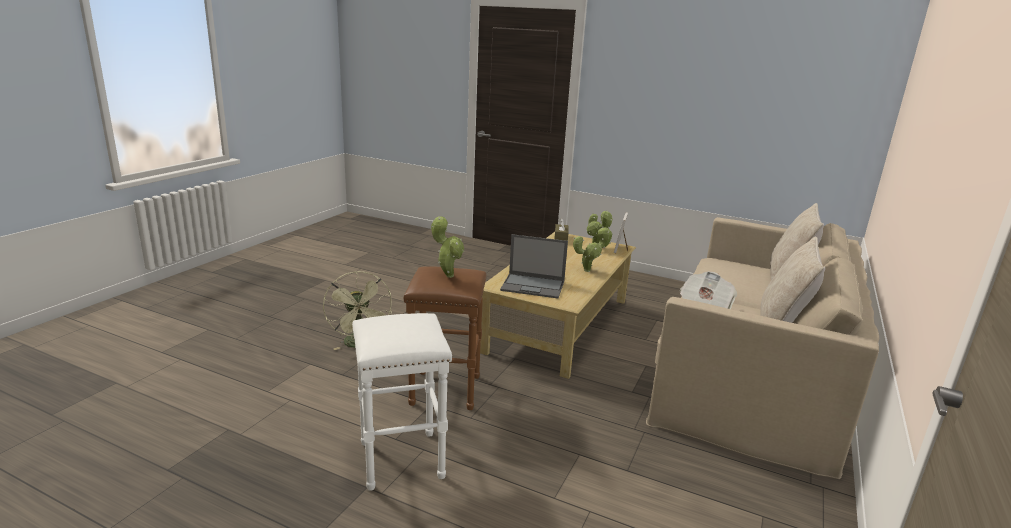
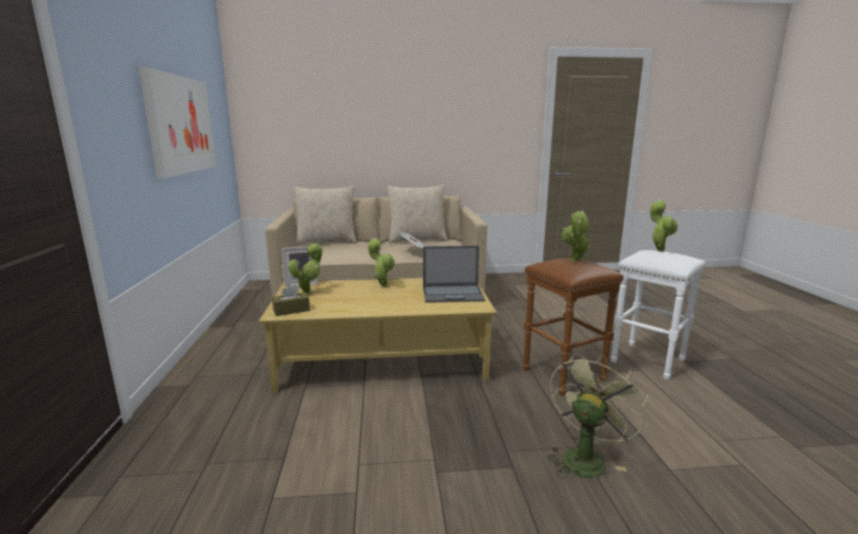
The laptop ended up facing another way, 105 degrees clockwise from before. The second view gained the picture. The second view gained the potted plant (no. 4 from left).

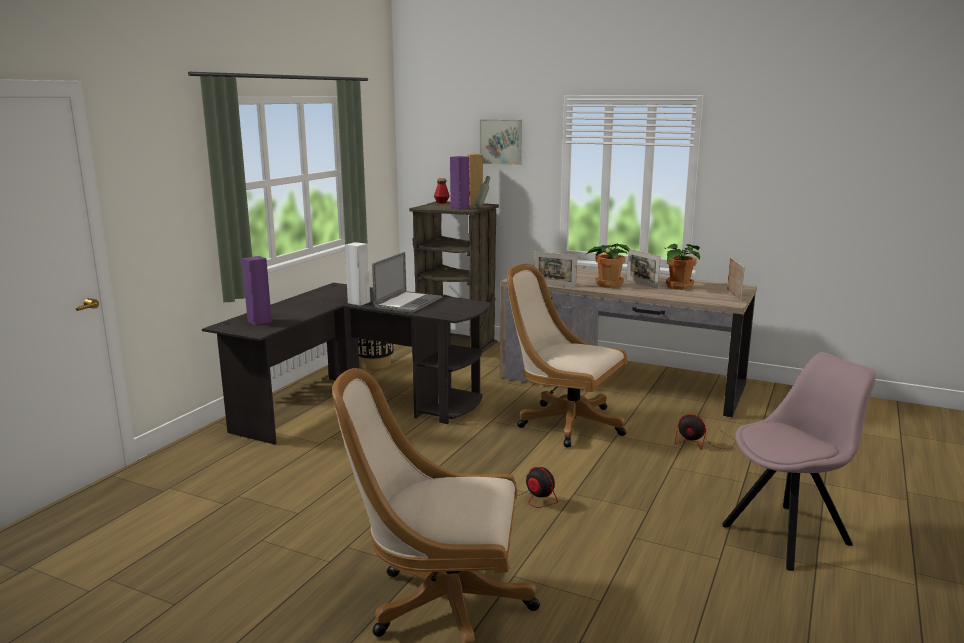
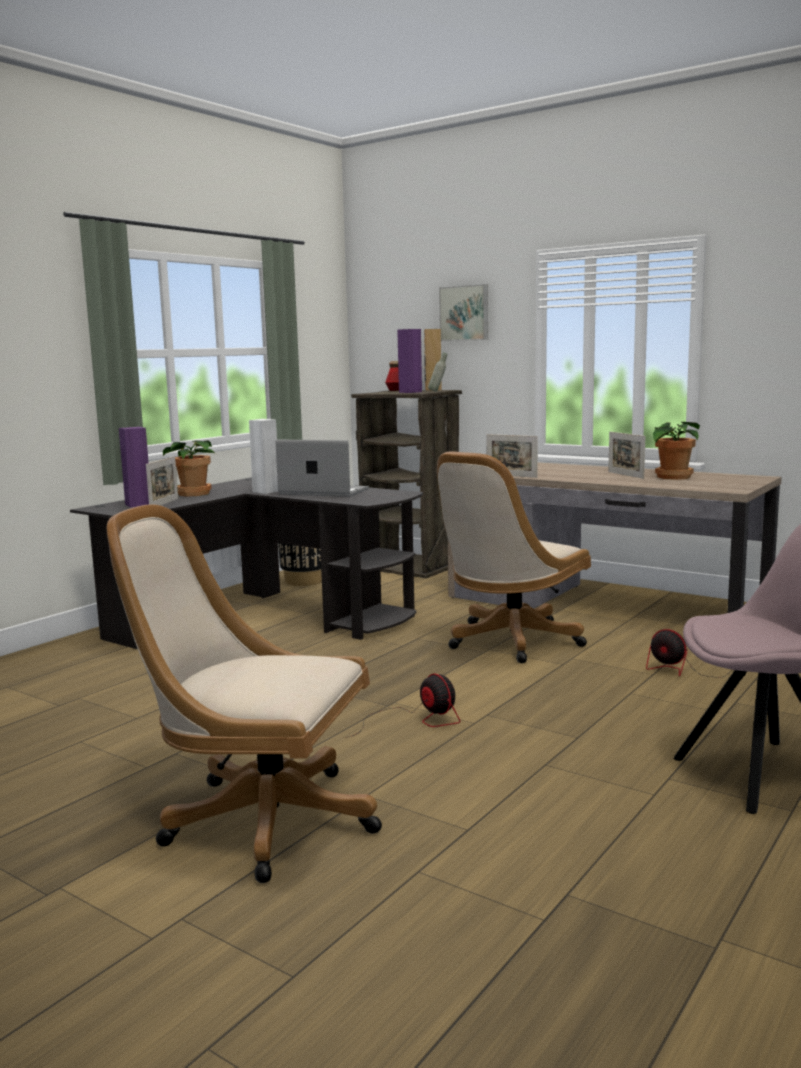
The laptop ended up facing another way, 105 degrees counterclockwise from before. The office chair (no. 2 from left) ended up facing another way, 90 degrees counterclockwise from before. The potted plant (no. 1 from left) ended up elsewhere. The picture frame (no. 3 from left in the first image) ended up elsewhere.

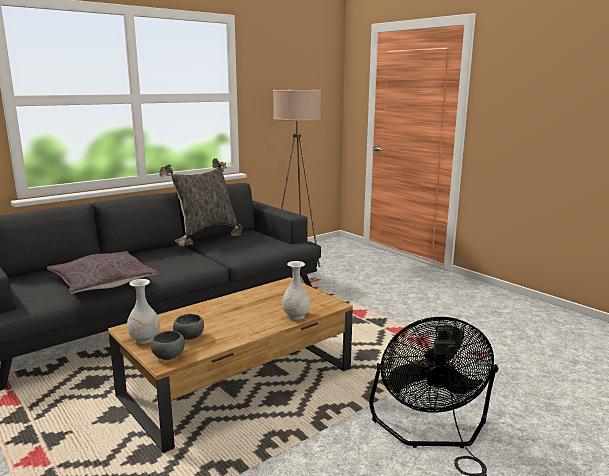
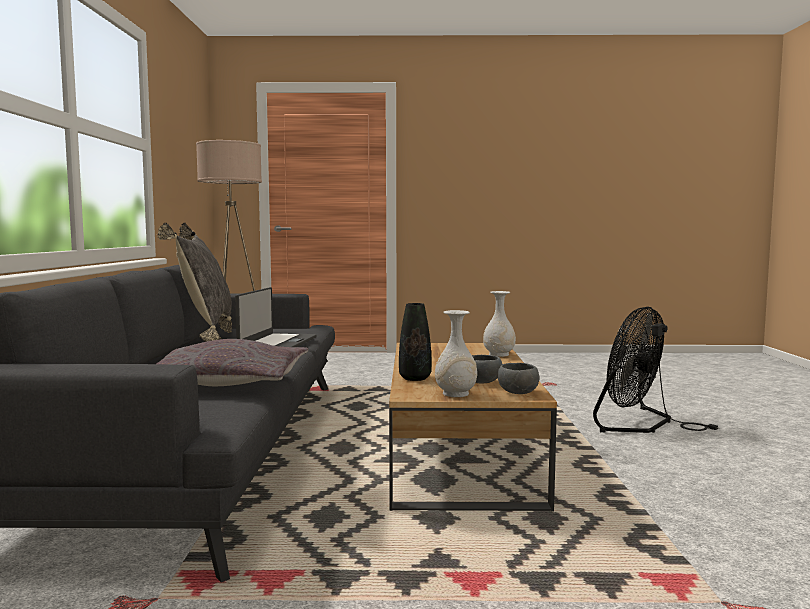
The second view gained the laptop. The second view gained the vase/black.

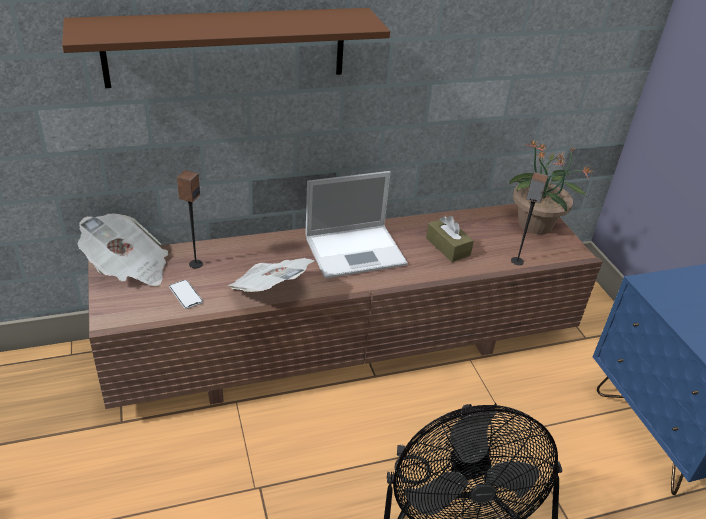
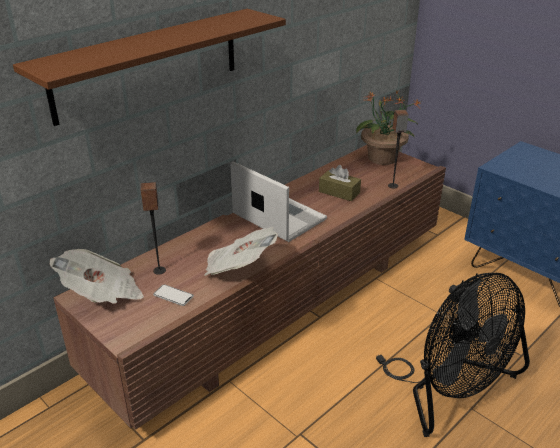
The laptop ended up facing another way, 90 degrees counterclockwise from before.

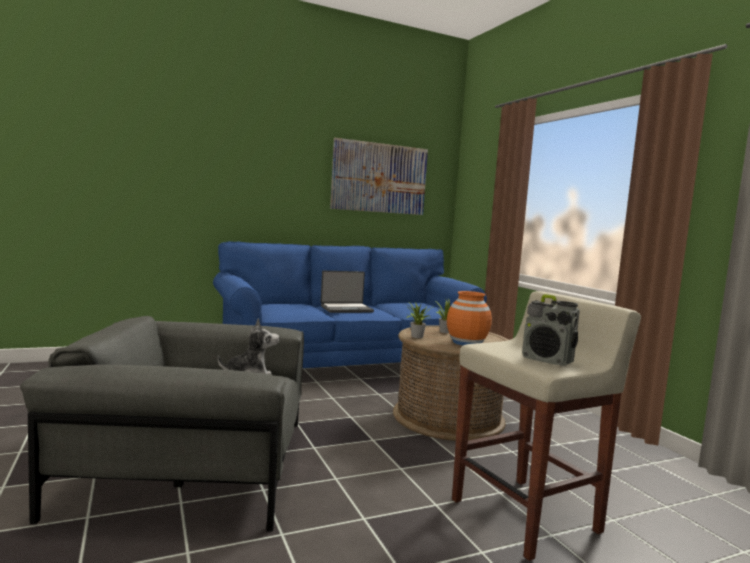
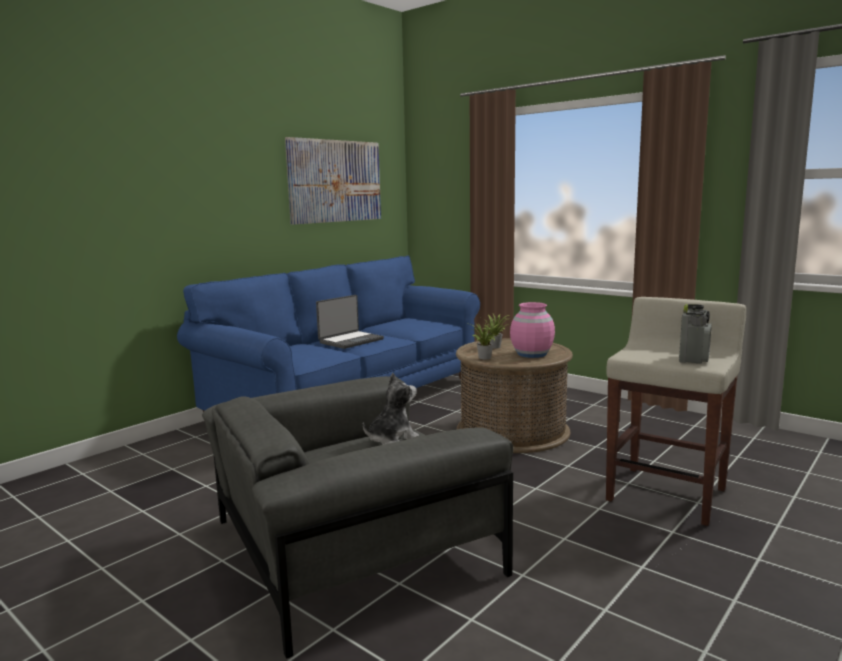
What was the vase/orange turned into the vase/pink. The radio ended up facing another way, 75 degrees counterclockwise from before.

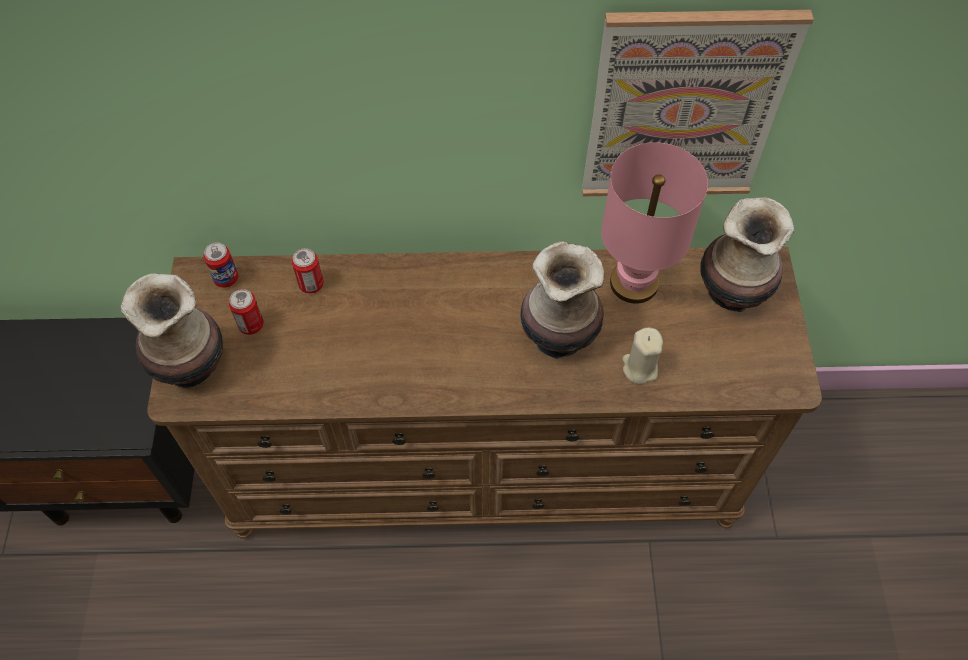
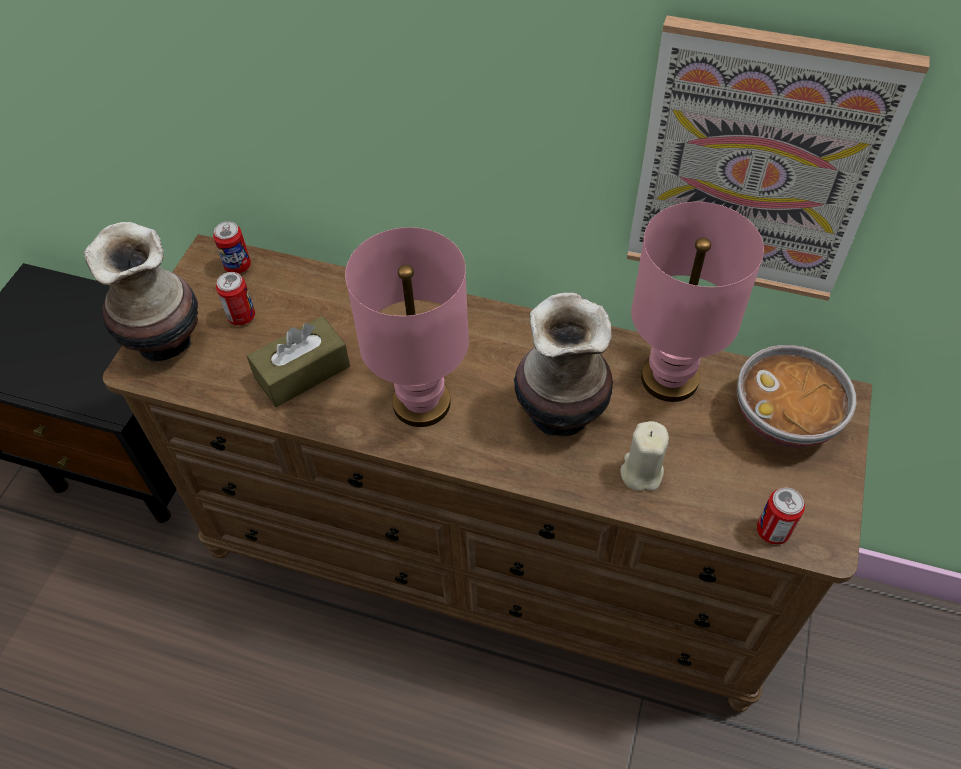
The can (no. 3 from left) ended up elsewhere. Where the vase (no. 3 from left) stood, the bowl came to stand. The second view gained the tissue box/brown. The second view gained the table lamp/pink (no. 1 from left).

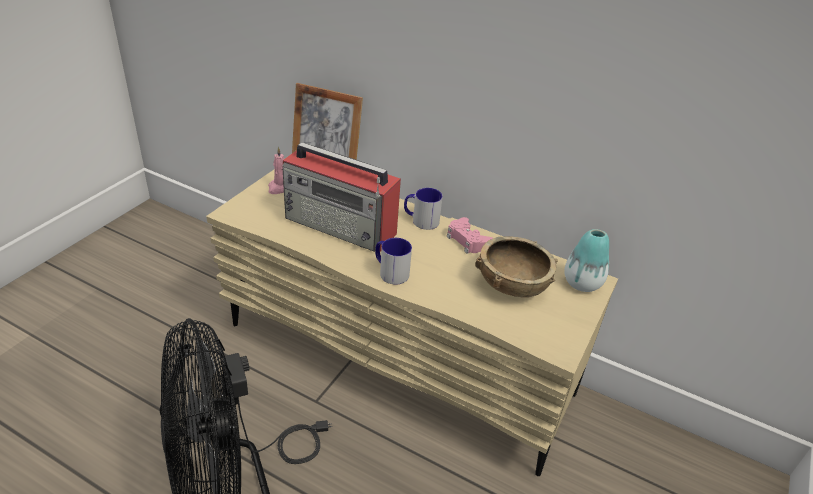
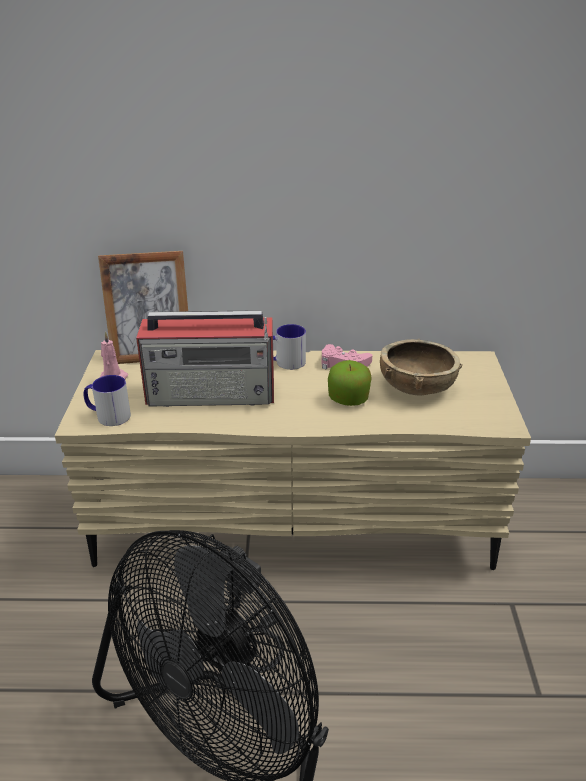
The mug (no. 1 from left) ended up elsewhere. The second view lost the vase. The second view gained the apple.

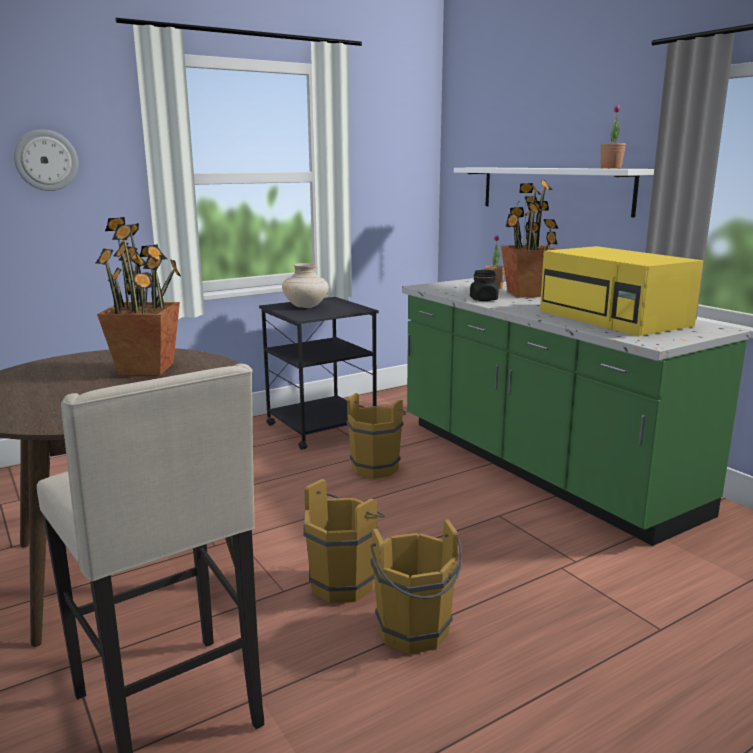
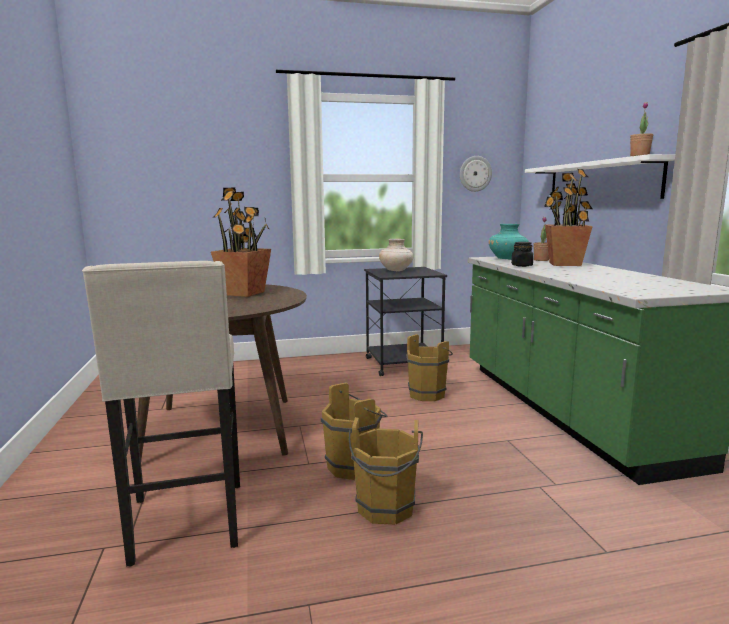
The wall clock ended up elsewhere. The second view lost the microwave/yellow. The second view gained the vase/turquoise.

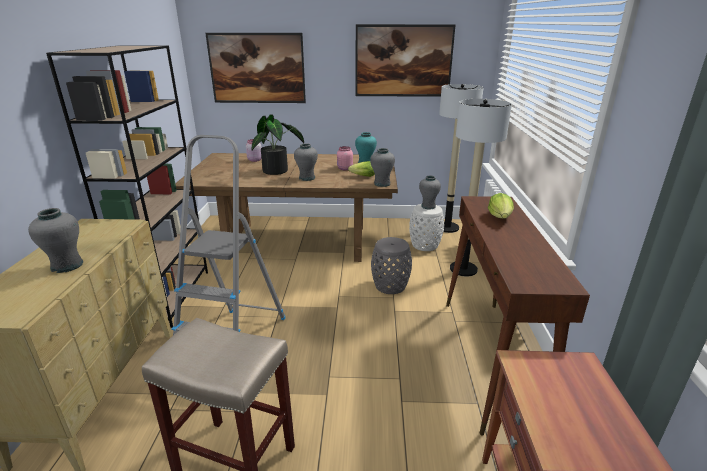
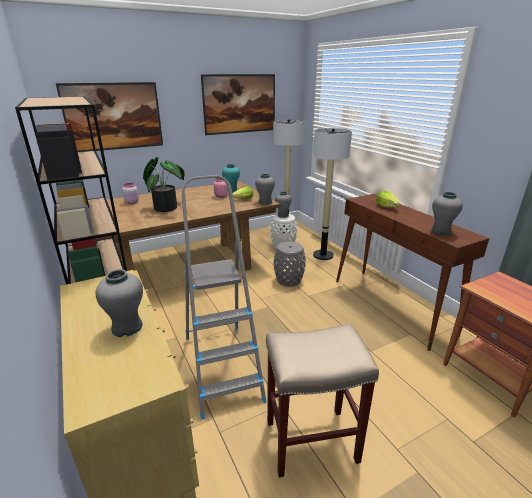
The vase/grey (no. 2 from left in the first image) ended up elsewhere.

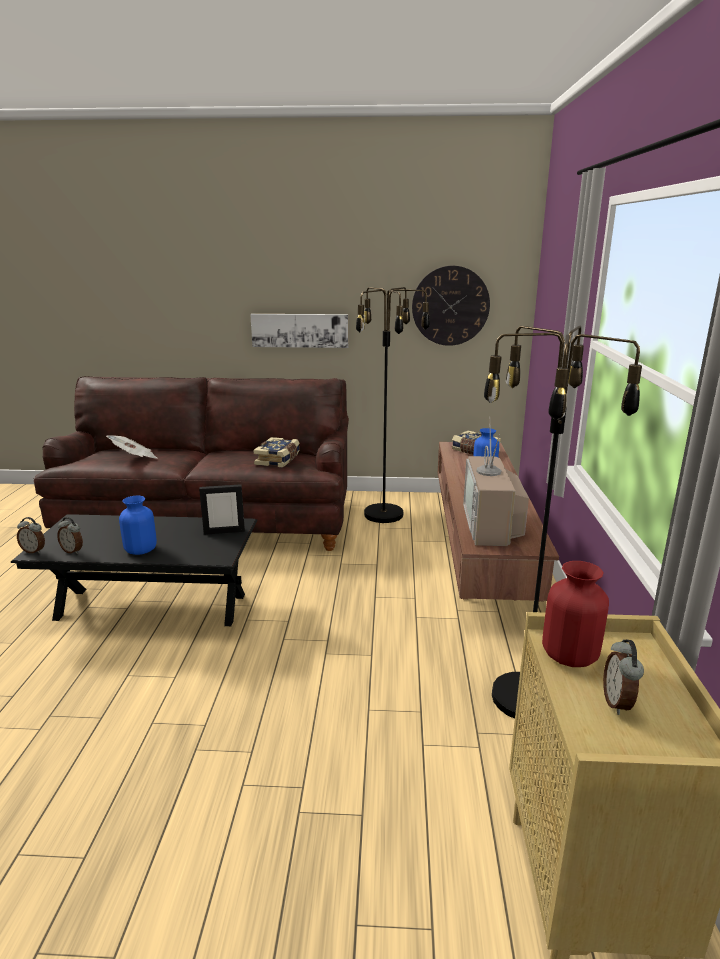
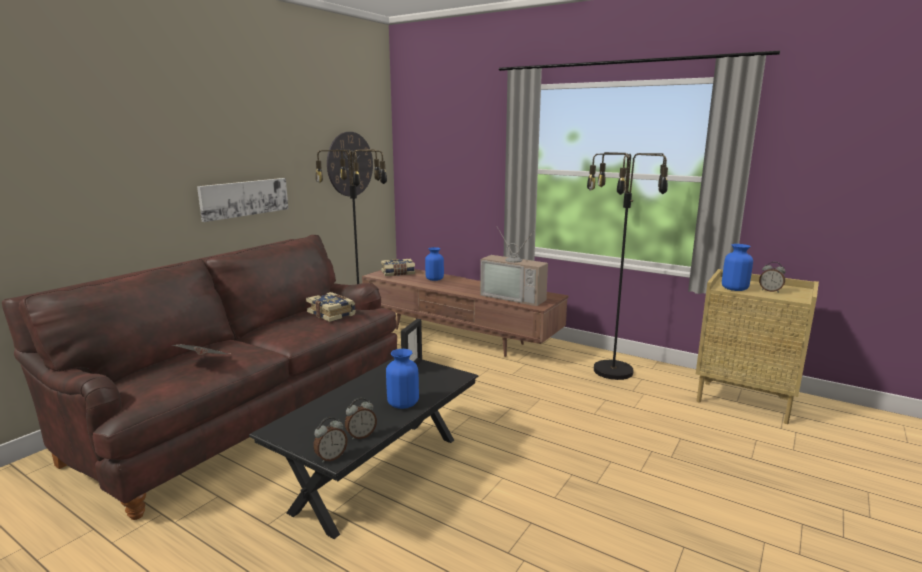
What was the vase/red turned into the vase/blue (no. 3 from left).

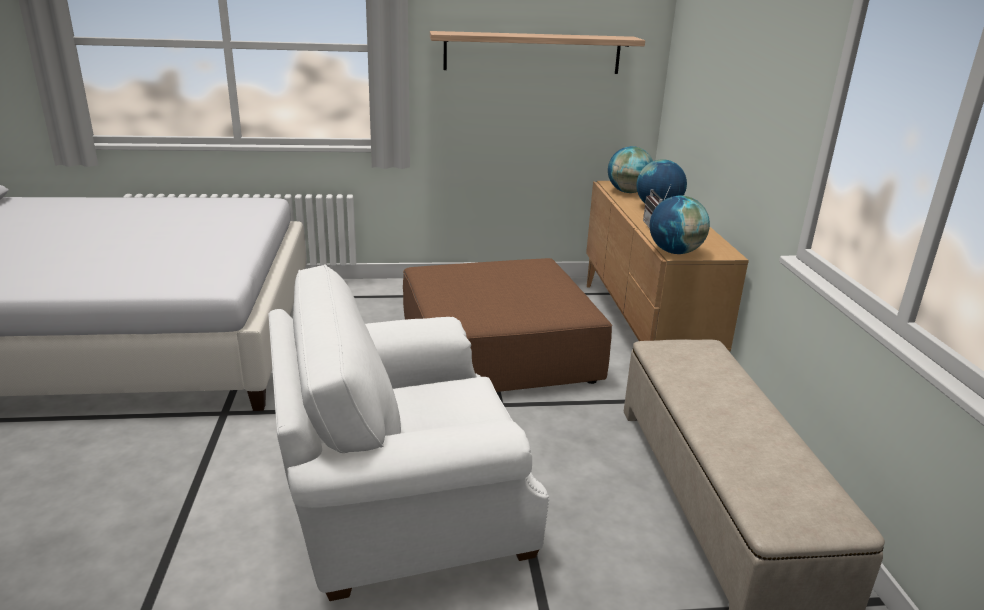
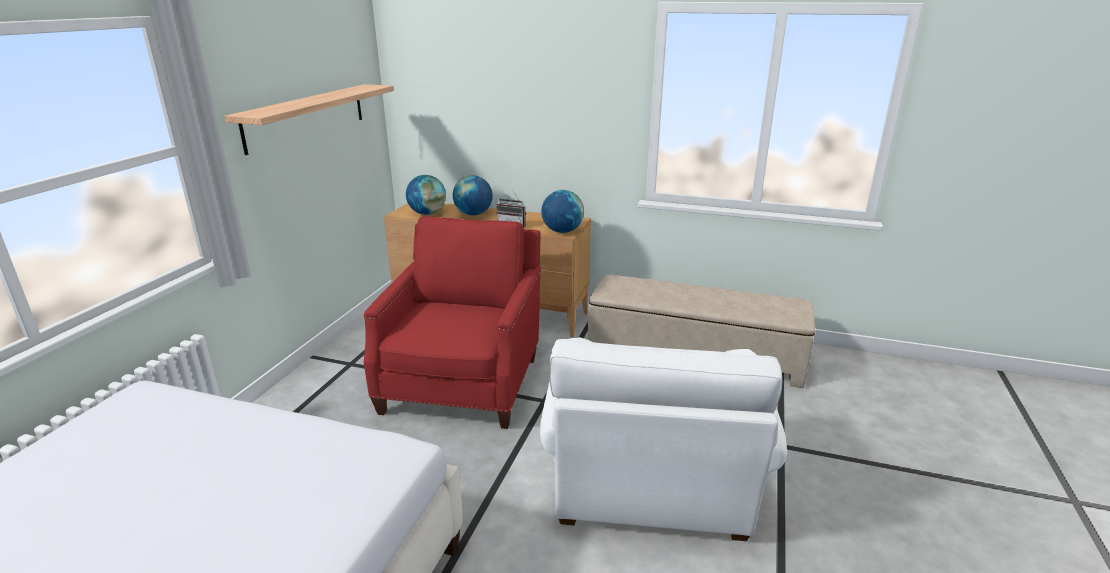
Where the ottoman/brown stood, the armchair/red came to stand.

